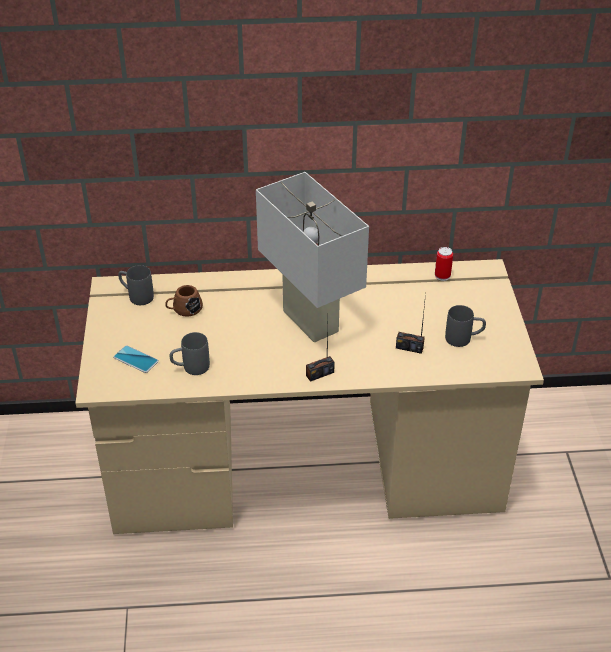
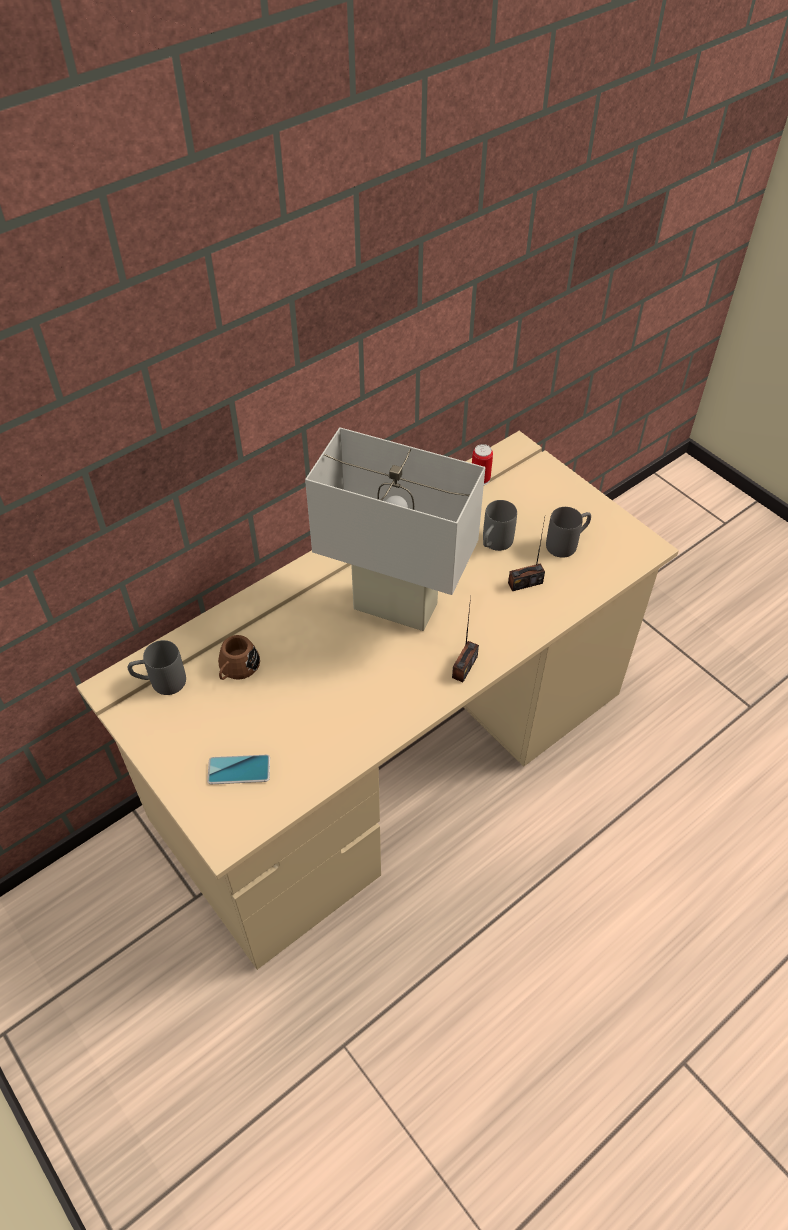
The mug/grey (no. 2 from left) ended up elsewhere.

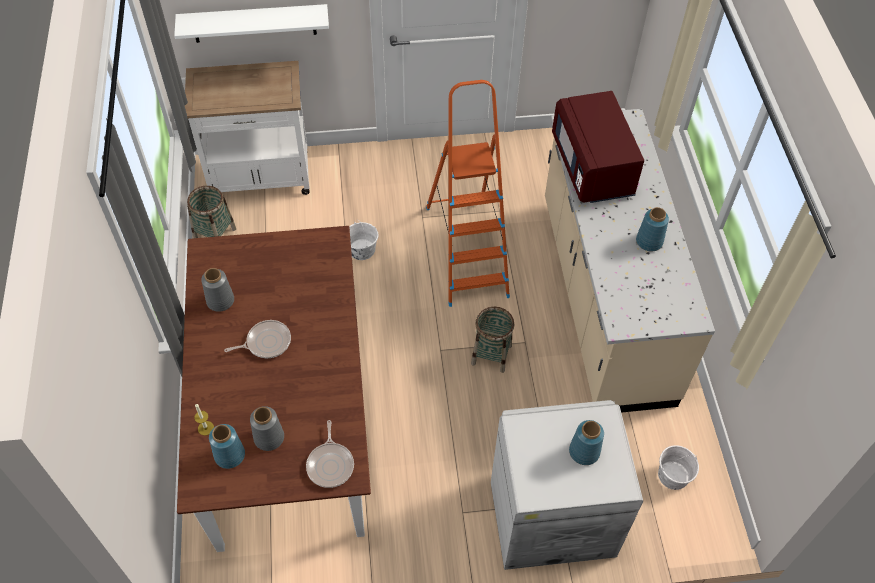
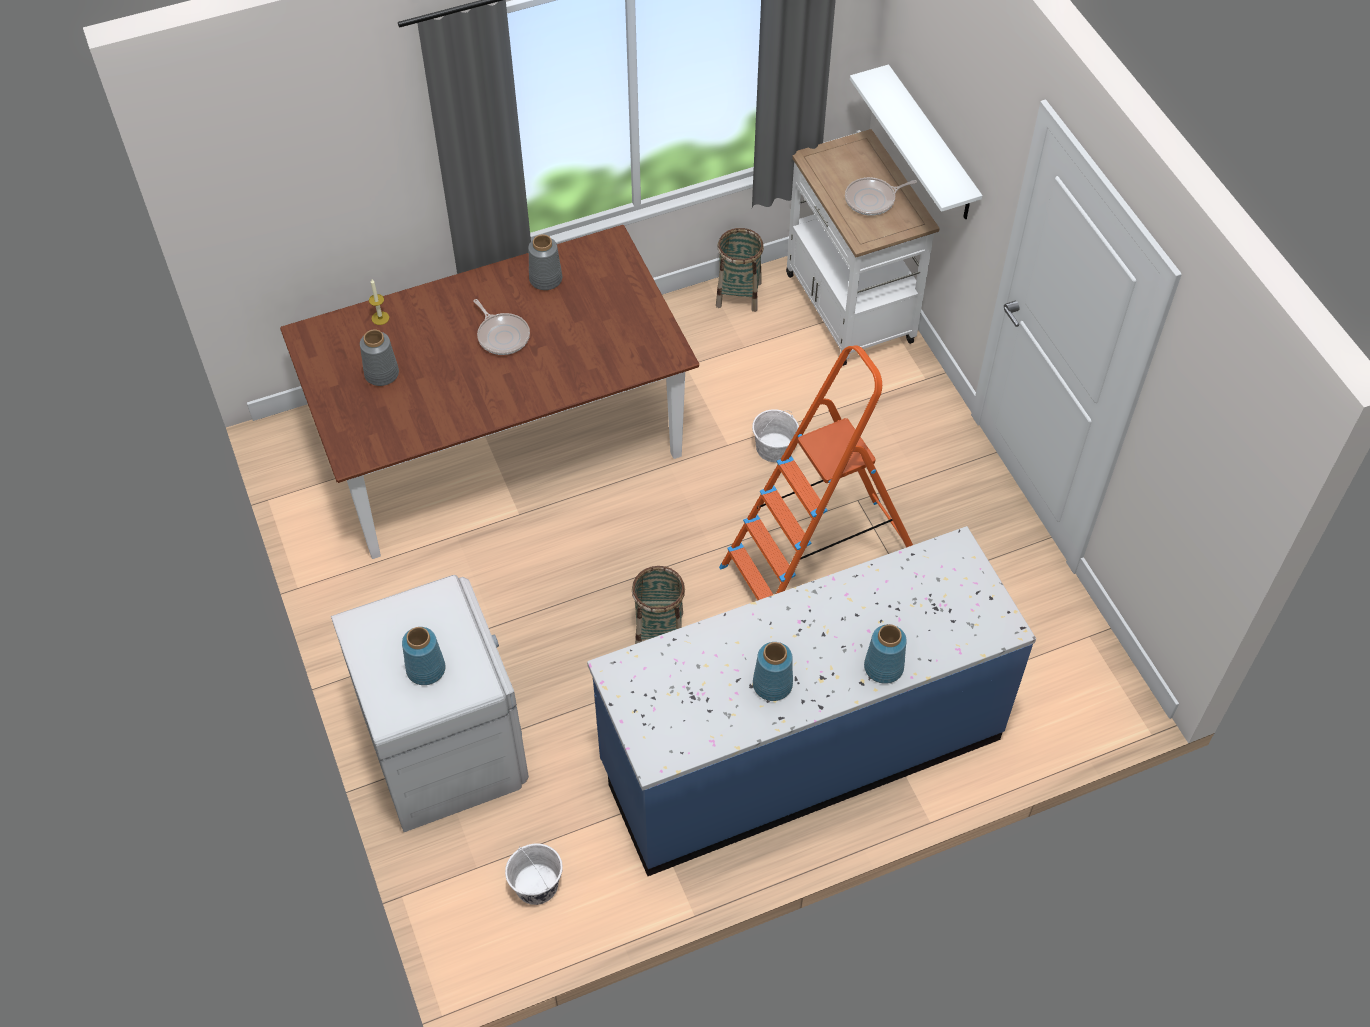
The vase/blue (no. 1 from left in the first image) ended up elsewhere. The frying pan (no. 2 from left) ended up elsewhere. What was the counter/beige turned into the counter/blue. The second view lost the microwave/red.

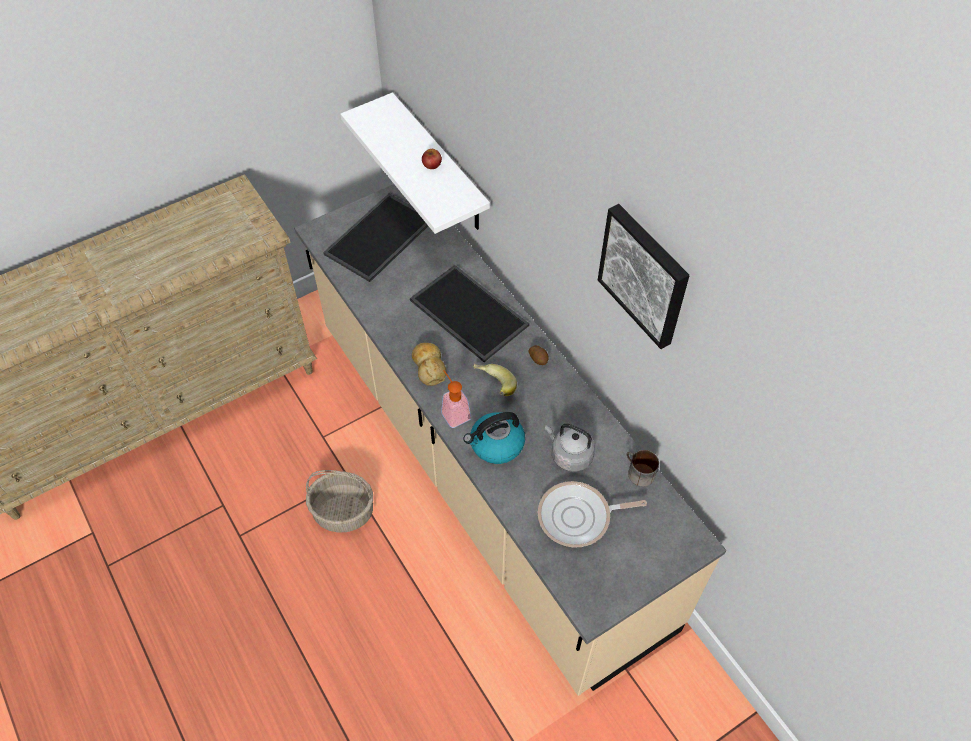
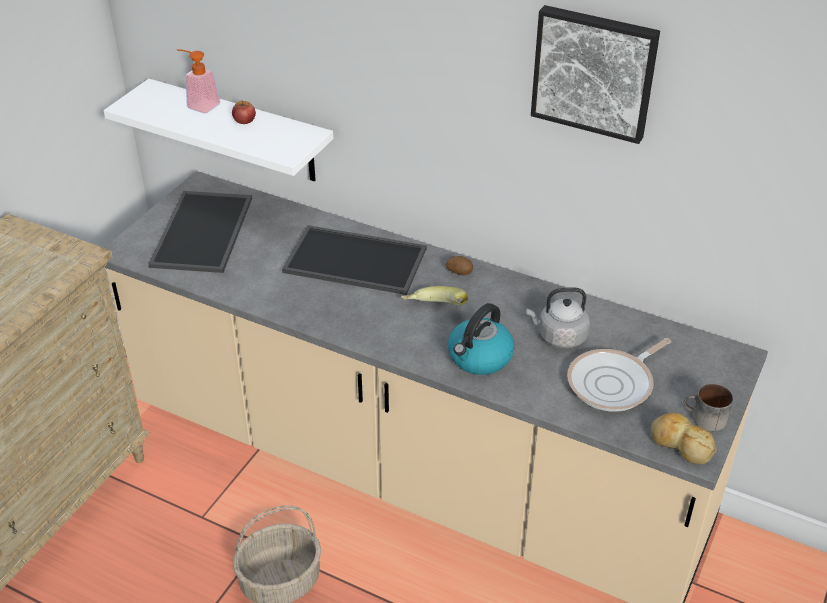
The bread ended up elsewhere. The soap dispenser ended up elsewhere. The mug ended up elsewhere.

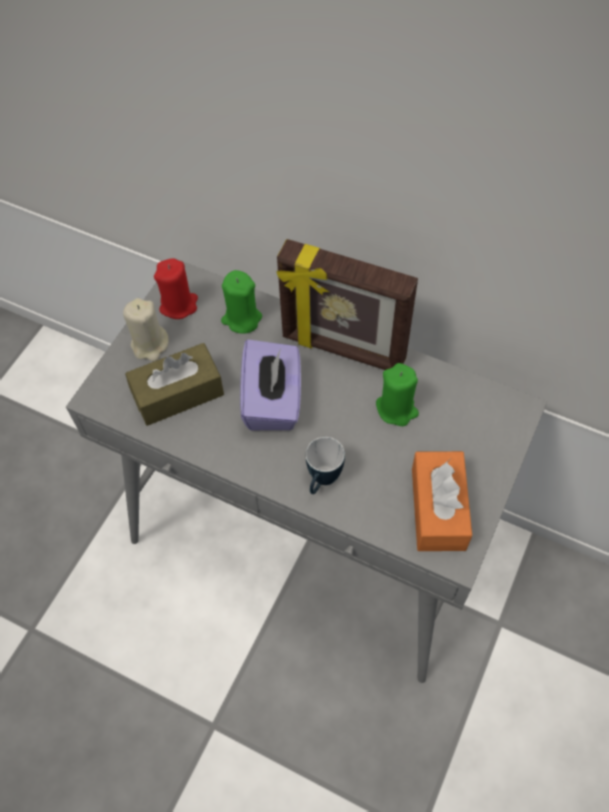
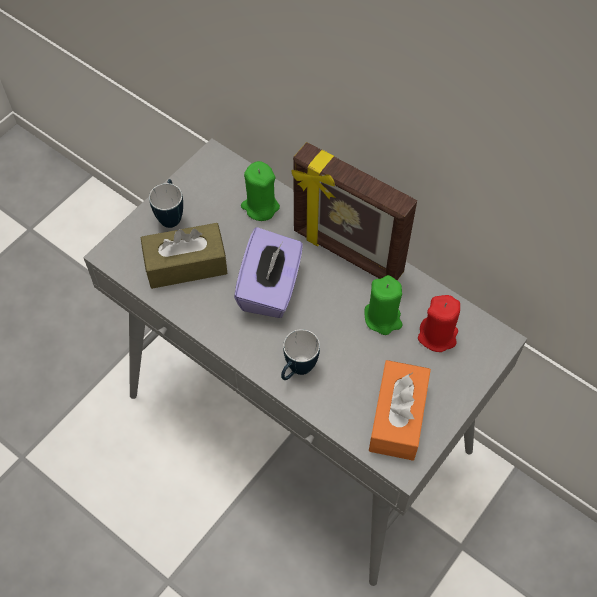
Where the candle/beige stood, the mug (no. 1 from left) came to stand. The candle/red ended up elsewhere.

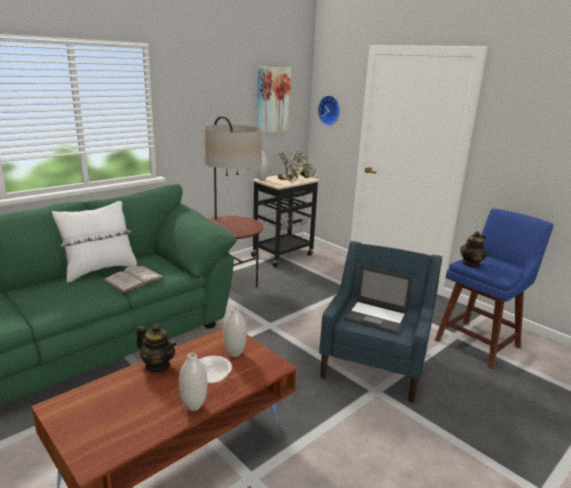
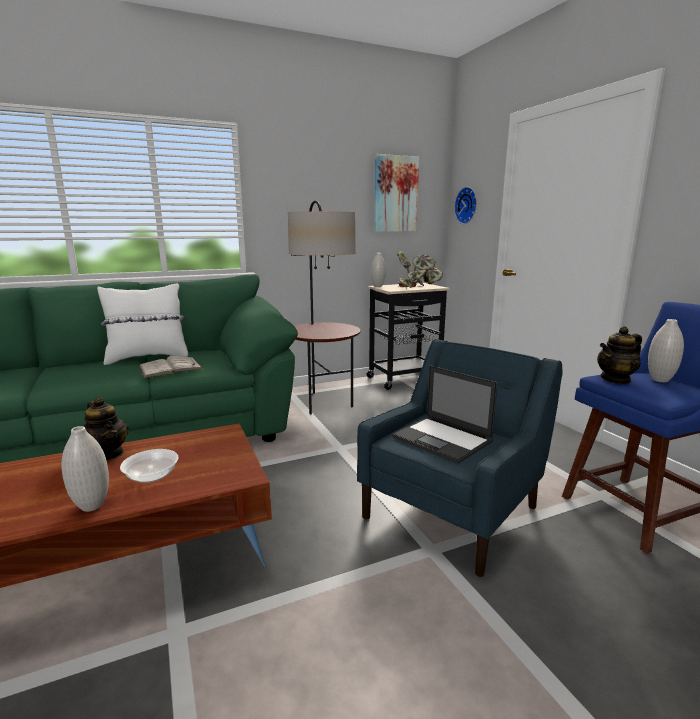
The vase/white (no. 2 from left in the first image) ended up elsewhere.

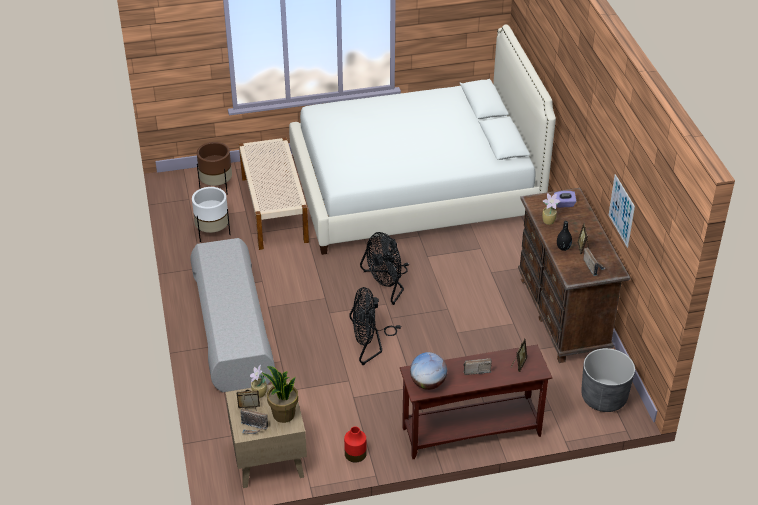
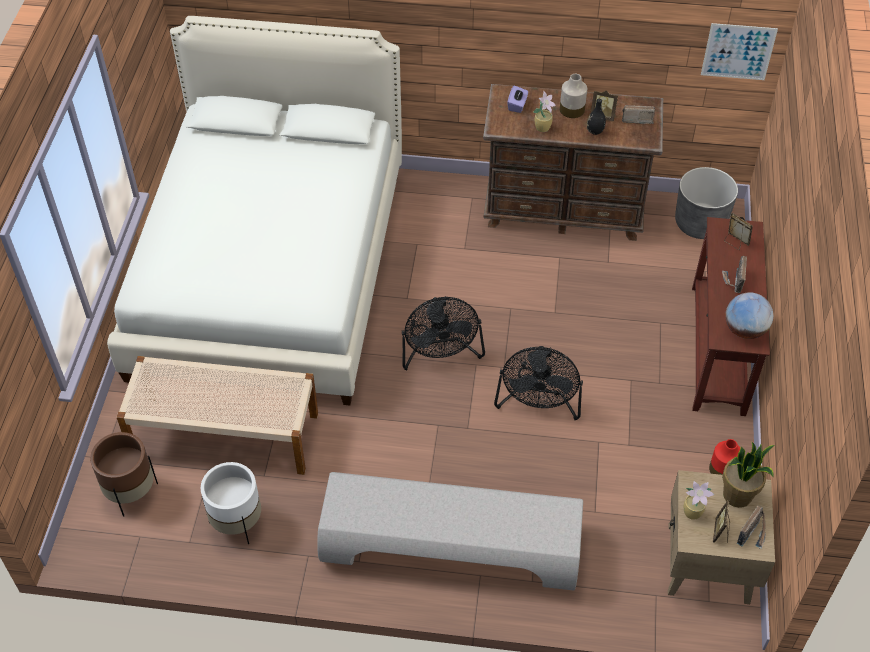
The picture ended up elsewhere. The second view gained the vase/beige.

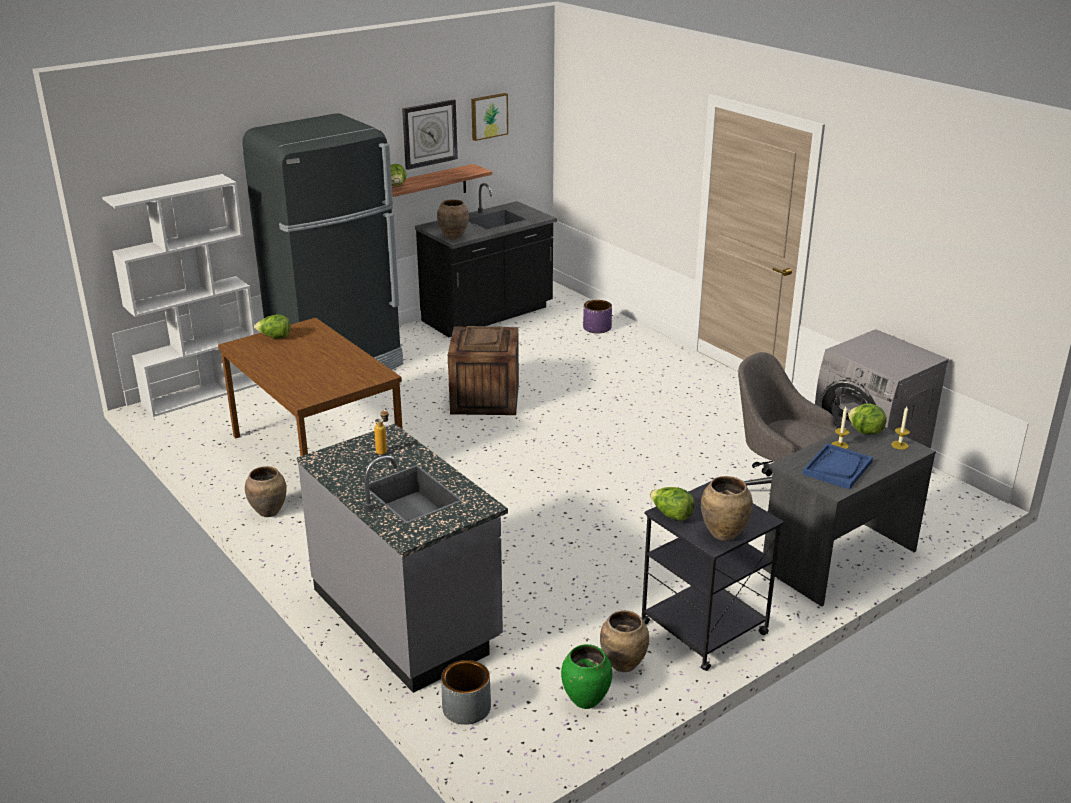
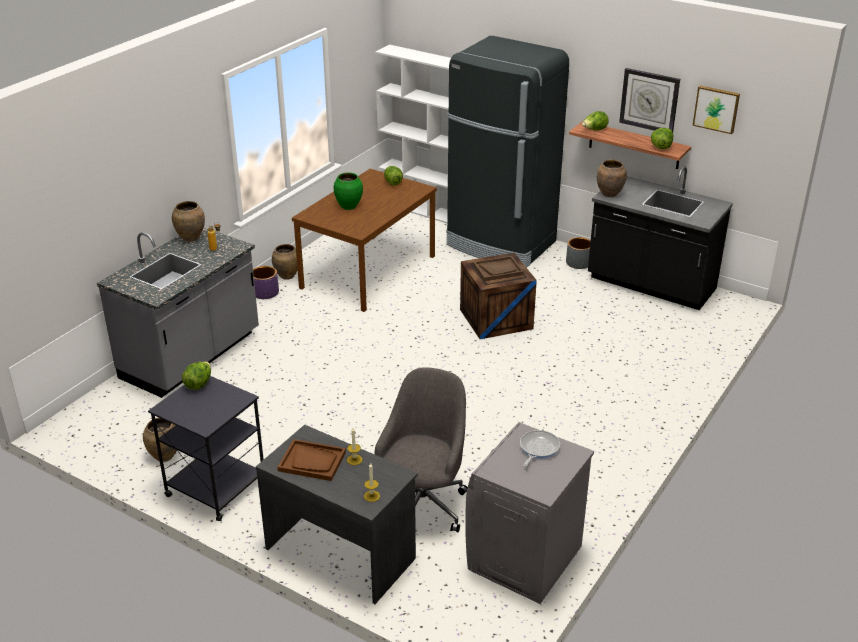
The planter/grey ended up elsewhere. The vase/green ended up elsewhere. The planter/purple ended up elsewhere. The vase/brown (no. 4 from left in the first image) ended up elsewhere. What was the tray/blue turned into the tray/brown (no. 1 from left). The lettuce (no. 4 from left) ended up elsewhere. The second view gained the frying pan.

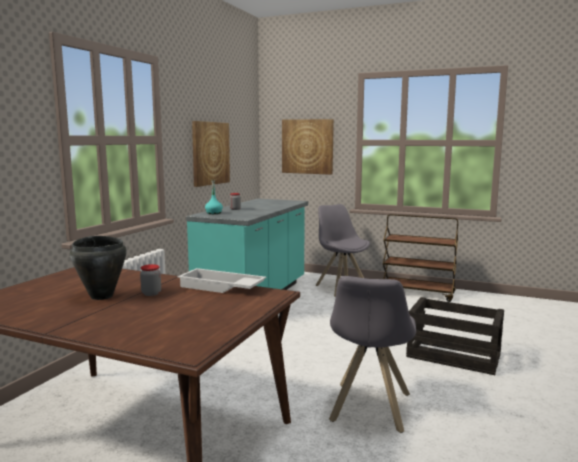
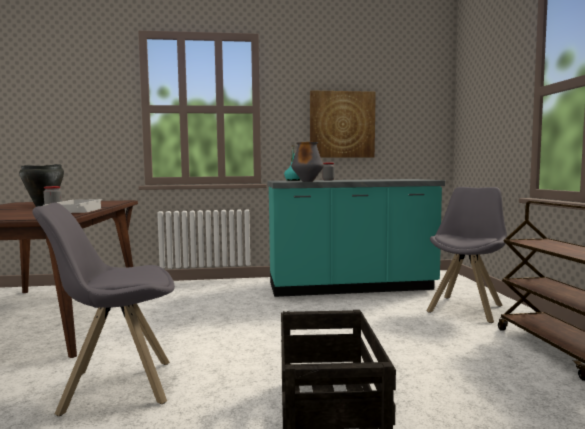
The second view lost the picture (no. 2 from left). The second view gained the vase.

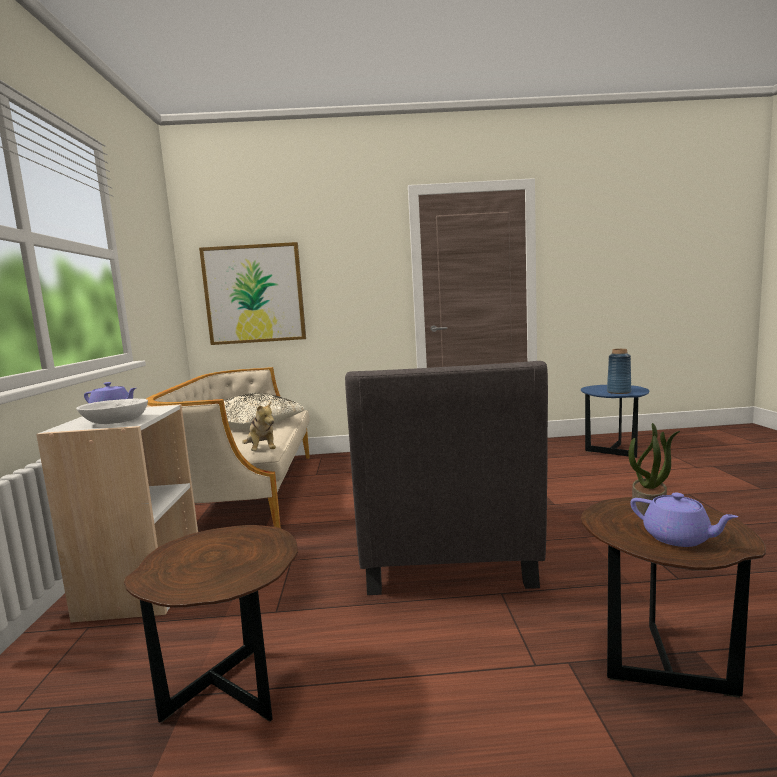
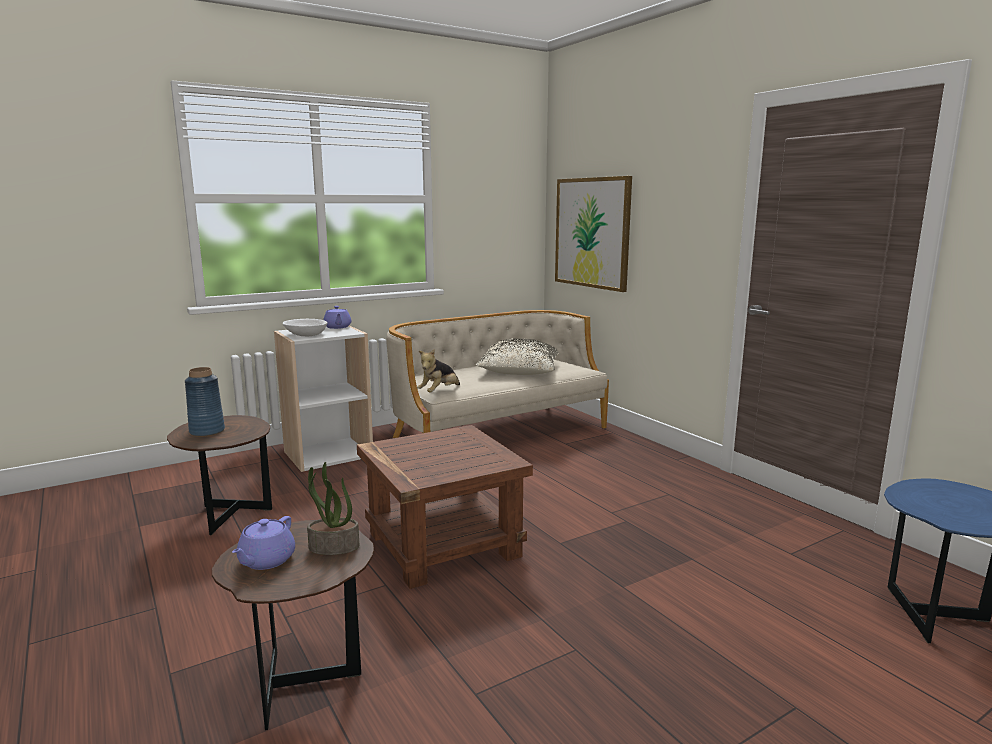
Where the armchair/grey stood, the side table/brown (no. 3 from left) came to stand. The vase/blue ended up elsewhere.

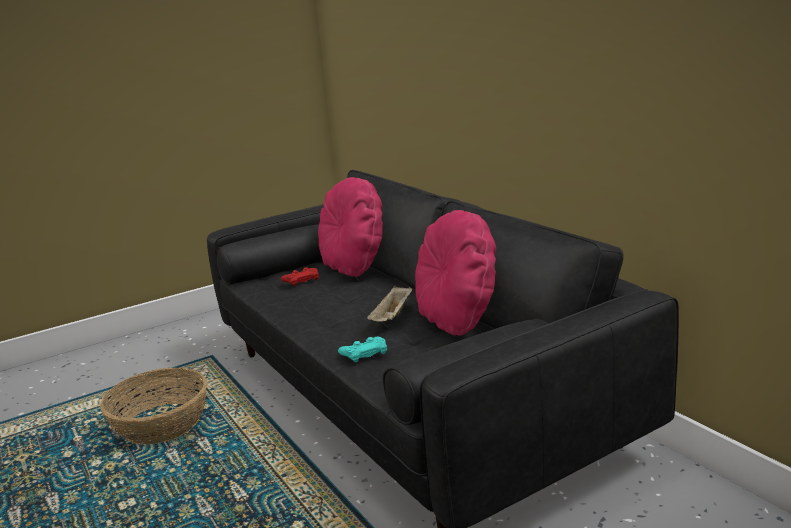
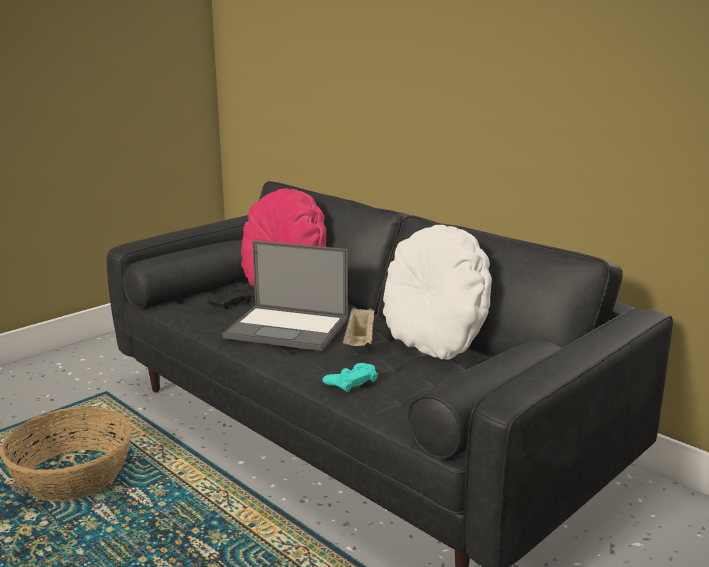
What was the game controller/red turned into the game controller/black. What was the pillow/pink (no. 2 from left) turned into the pillow/white. The second view gained the laptop.

